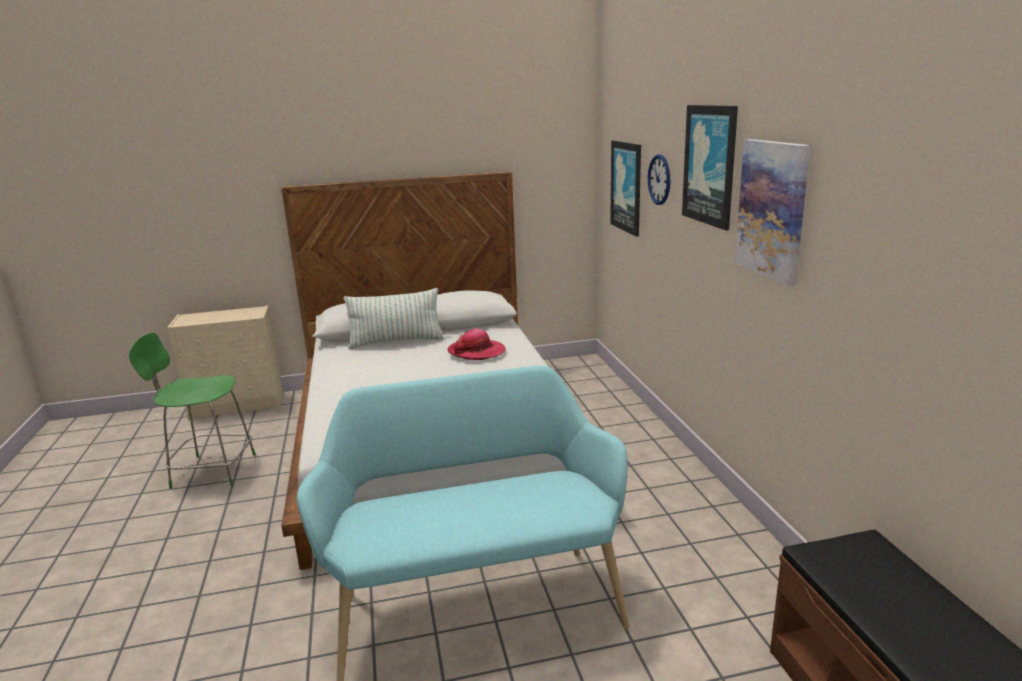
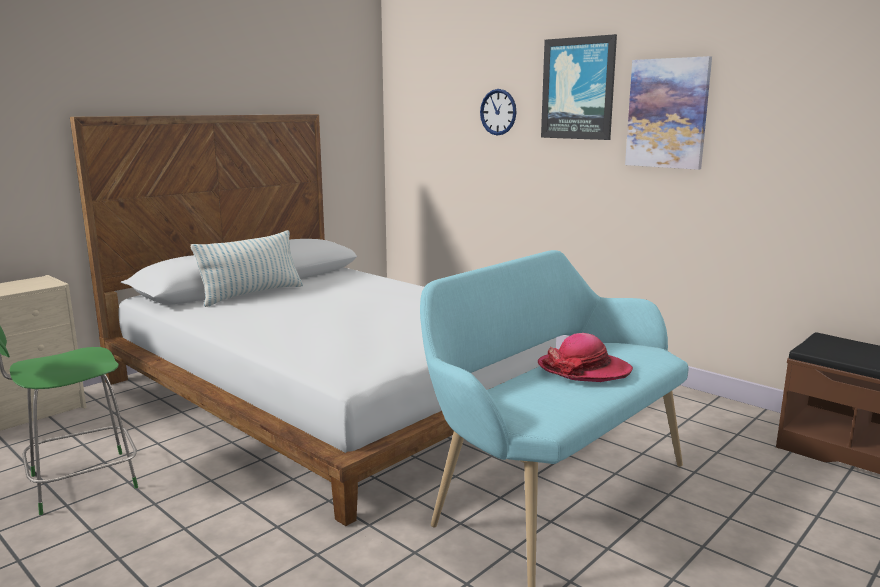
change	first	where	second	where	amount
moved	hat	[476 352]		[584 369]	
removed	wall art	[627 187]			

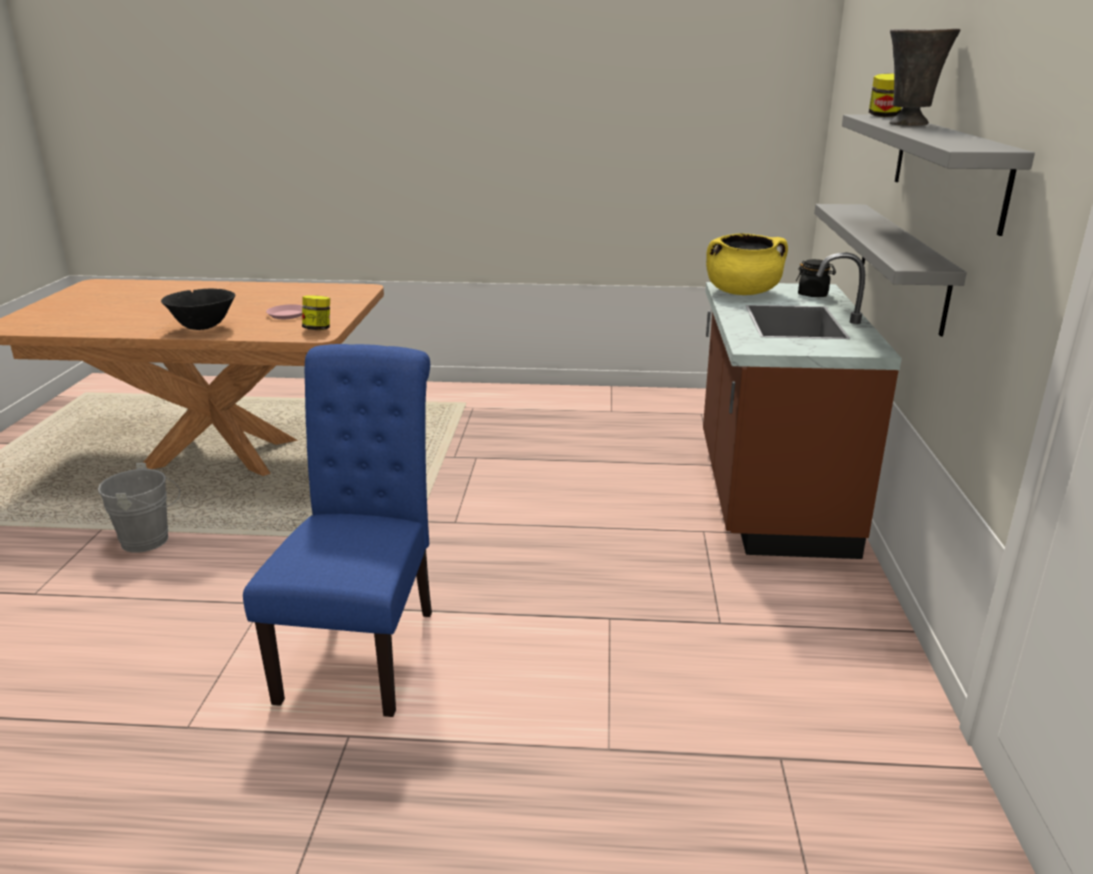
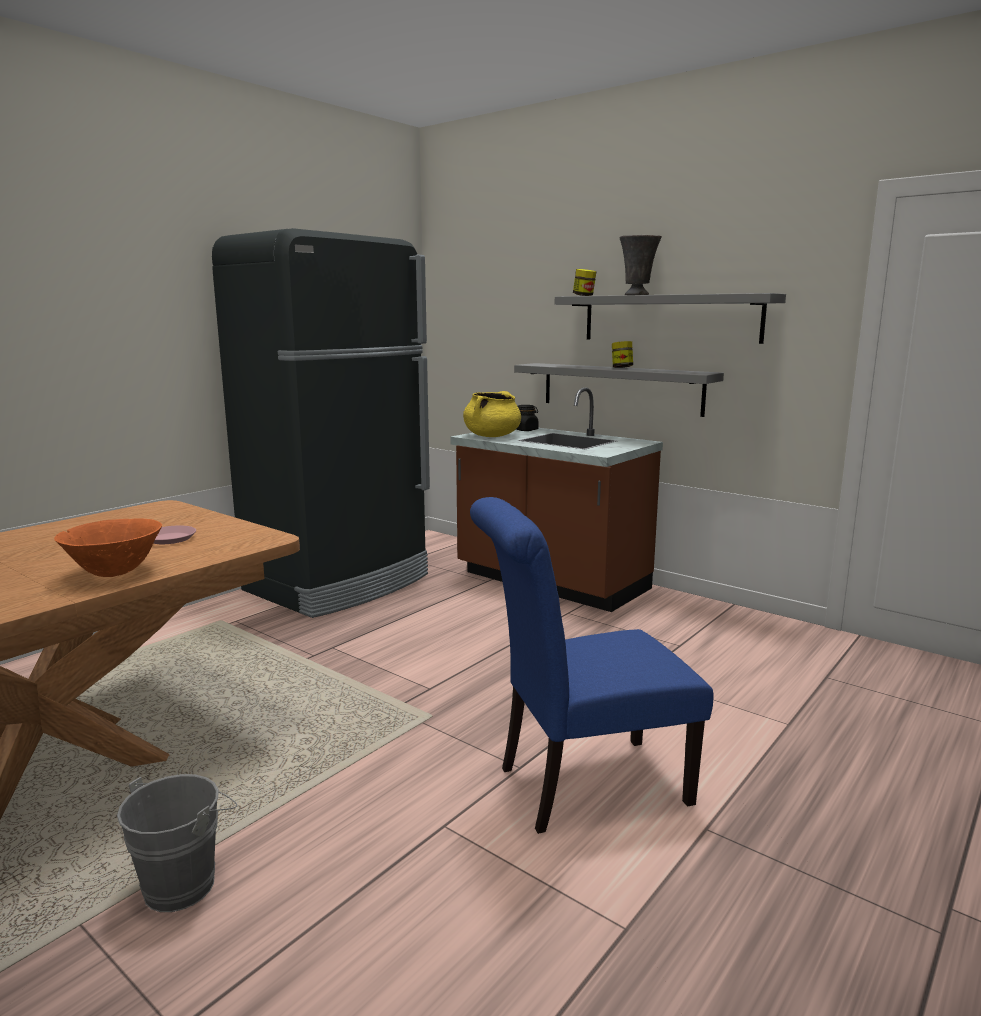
change	first	where	second	where	amount
recoloured	deep dish in black	[203 328]	deep dish in orange	[115 573]	
turned	chair in bluish	[364 647]		[581 786]	60 degrees counterclockwise
moved	preserve jar	[318 329]		[621 368]	
added			refrigerator in black	[340 583]	

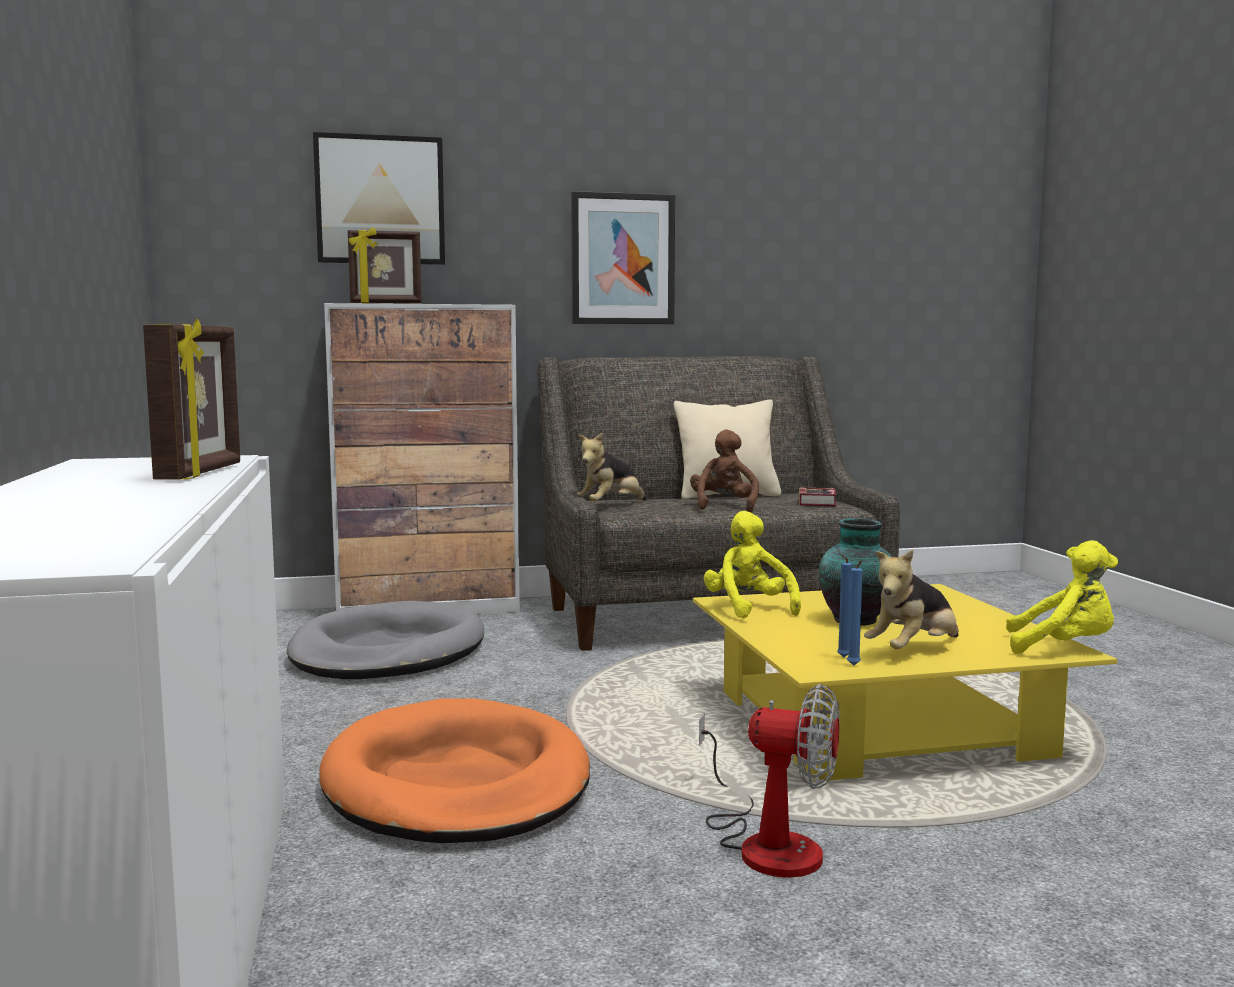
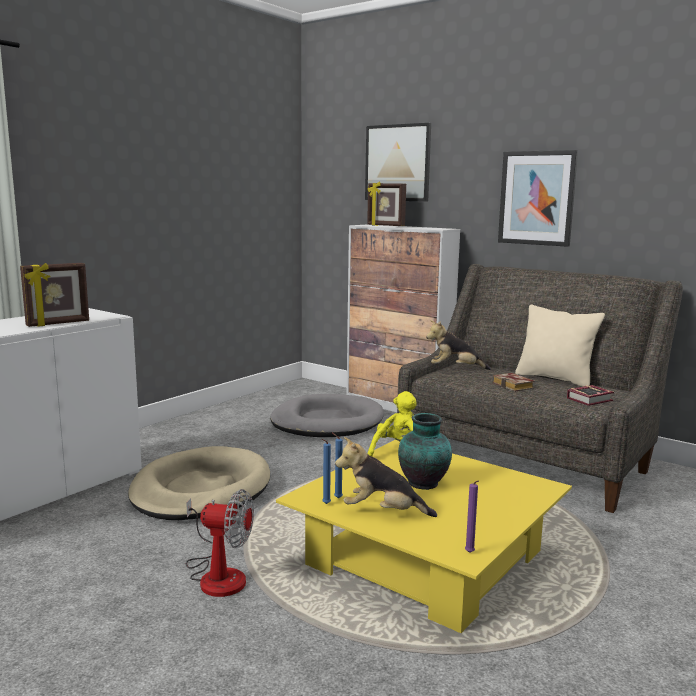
change	first	where	second	where	amount
recoloured	dog bed in orange	[456 783]	dog bed in sand-coloured	[201 490]	
replaced	soft toy in brown-coloured	[724 507]	book	[515 386]	
turned	electric fan	[767 842]		[217 574]	60 degrees counterclockwise
replaced	soft toy in yellowish	[1064 648]	candle in purple	[470 553]	

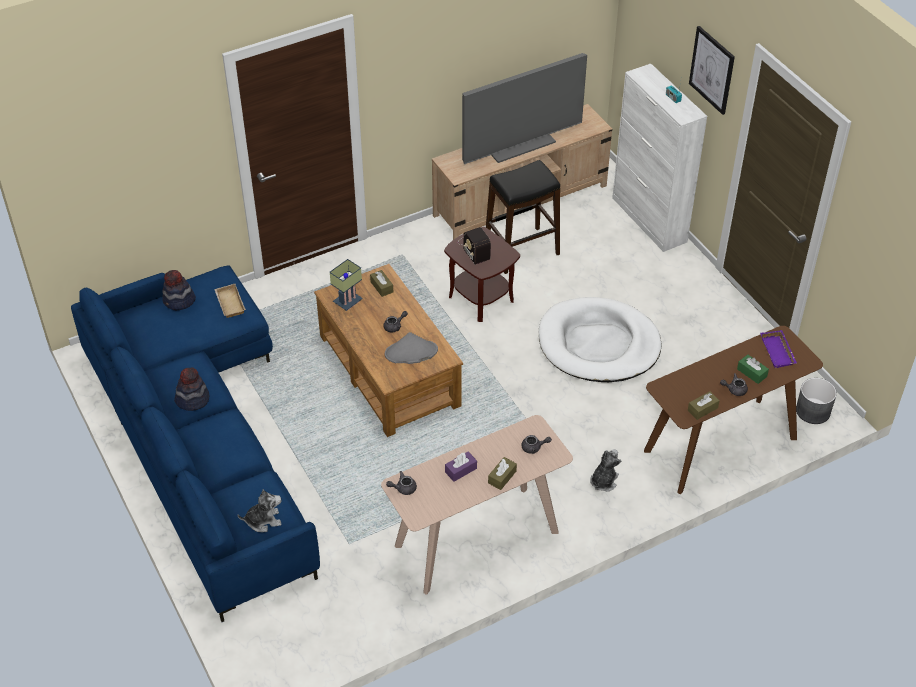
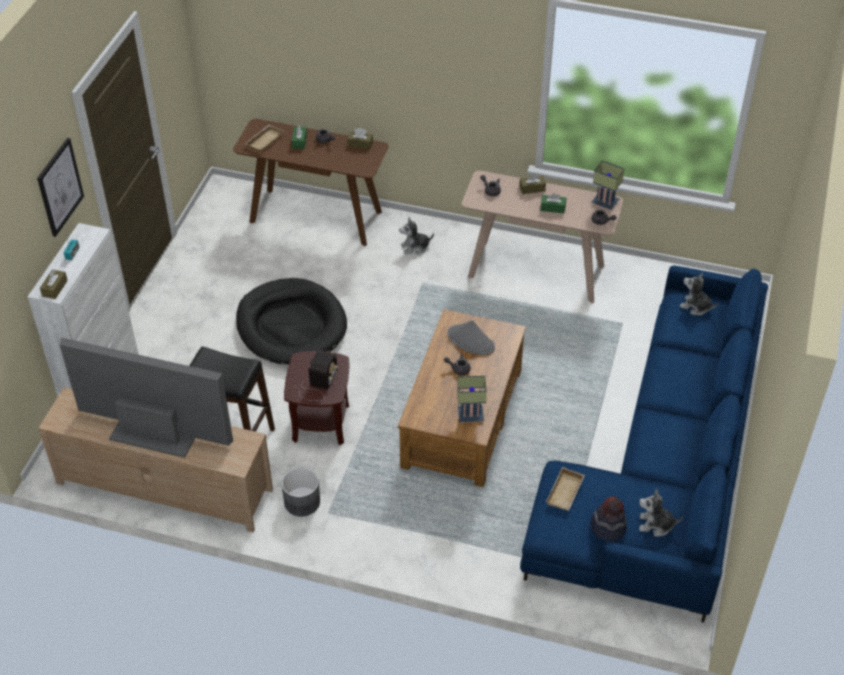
change	first	where	second	where	amount
removed	hat	[192 399]			
moved	box of tissues in brown-coloured	[381 287]		[55 288]	
recoloured	box of tissues in purple	[461 470]	box of tissues in greenish	[553 208]	
recoloured	dog bed in white-coloured	[598 344]	dog bed in black	[291 325]	
recoloured	serving tray in purple	[778 352]	serving tray in sand-coloured	[264 140]	
moved	flower pot in grey	[813 411]		[301 501]	
added			tabletop lamp	[603 203]	
added			soft toy	[656 525]	

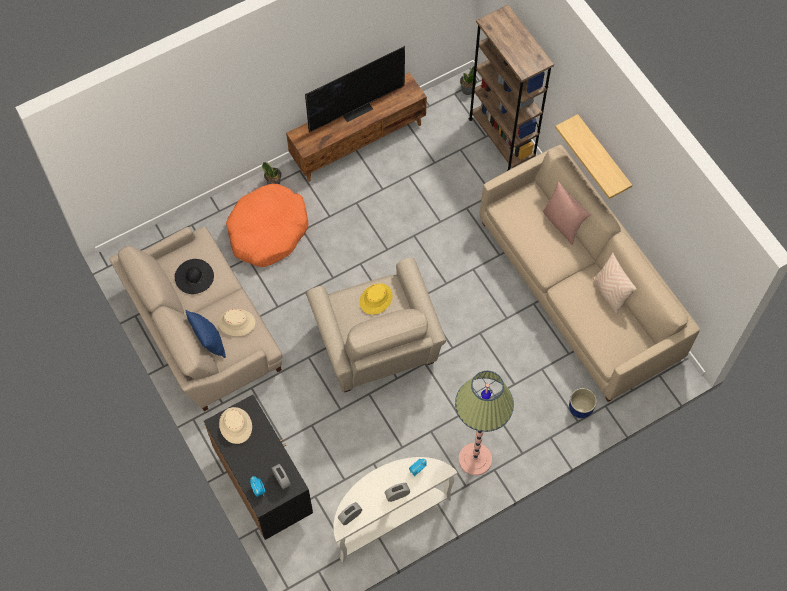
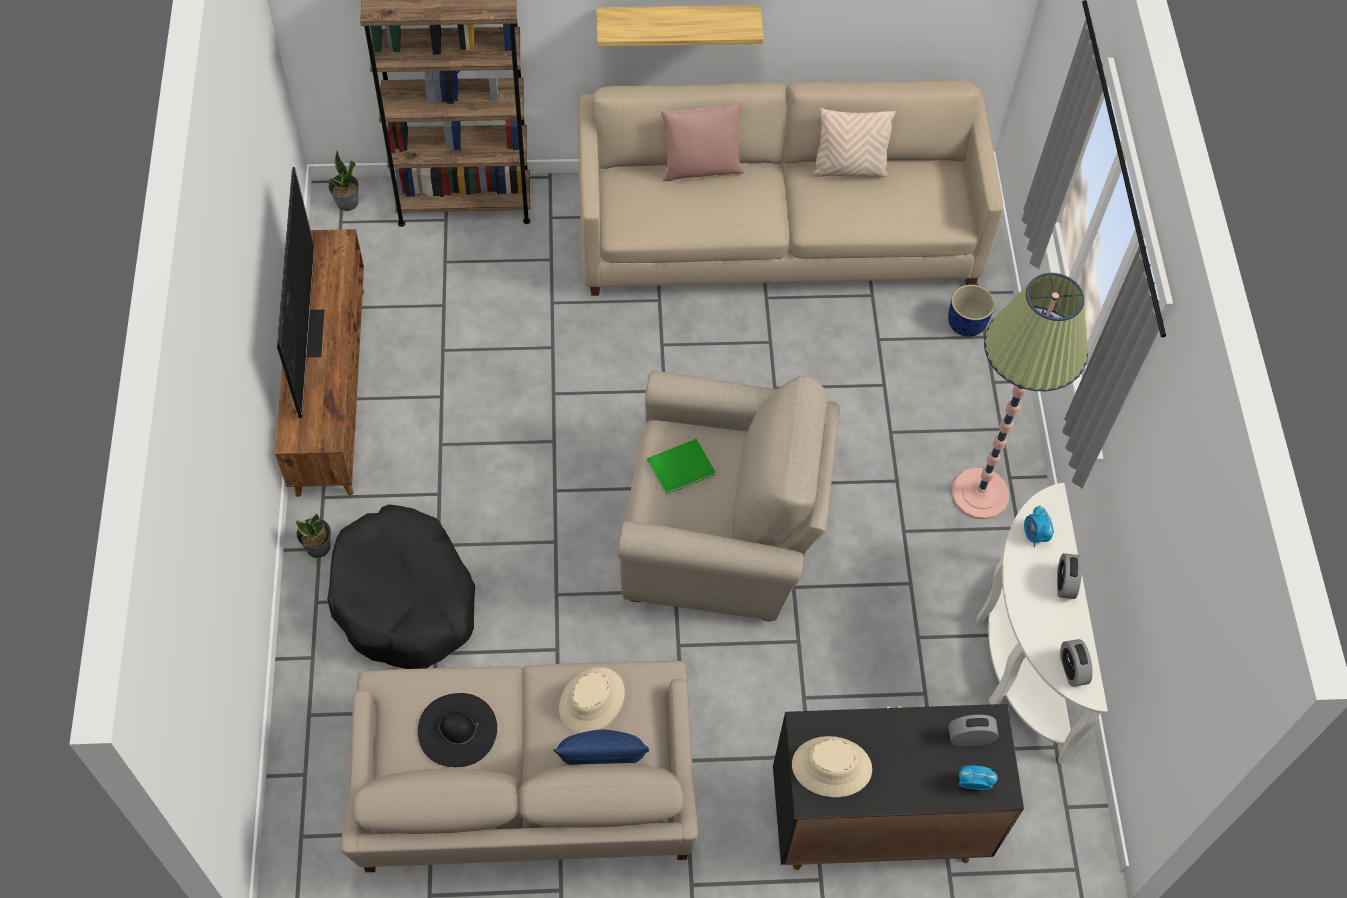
change	first	where	second	where	amount
recoloured	dog bed in orange	[268 231]	dog bed in black	[404 598]	
replaced	hat in yellowish	[376 299]	book in greenish	[678 467]	

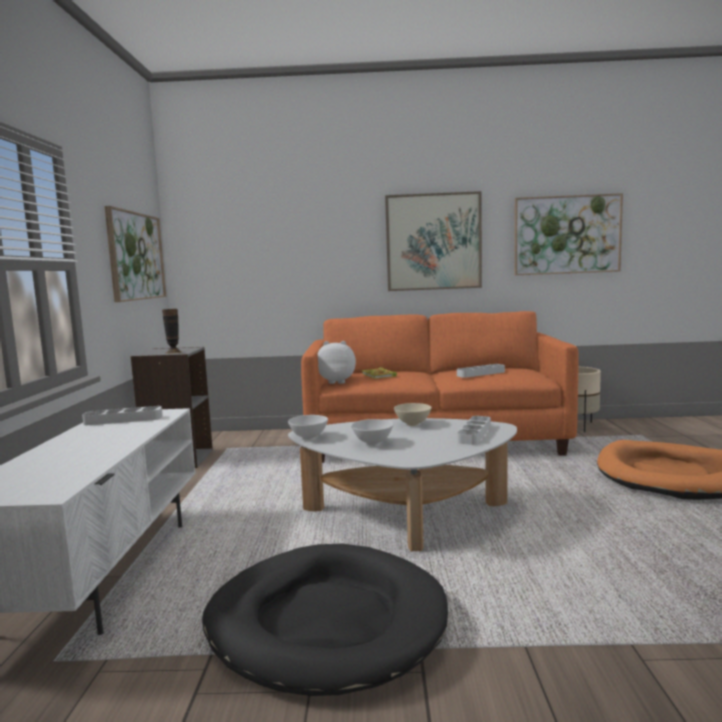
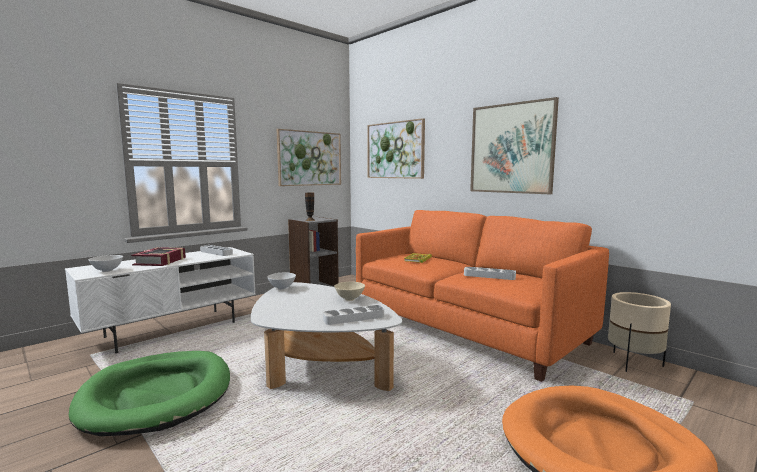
change	first	where	second	where	amount
recoloured	dog bed in black	[326 622]	dog bed in greenish	[157 395]	
removed	soft toy	[338 382]			
moved	deep dish in white-coloured	[373 443]		[107 271]	
moved	wall art	[566 235]		[395 150]	
added			book	[160 261]	

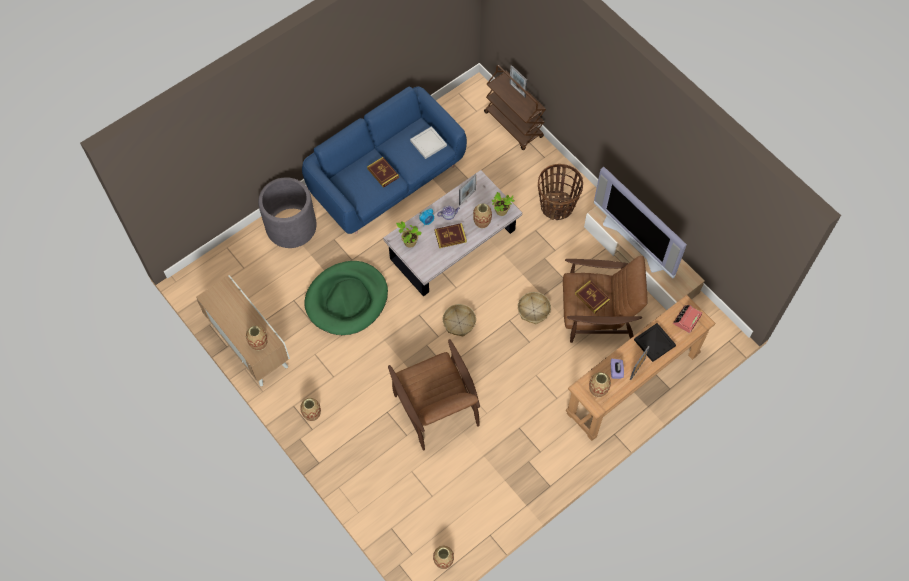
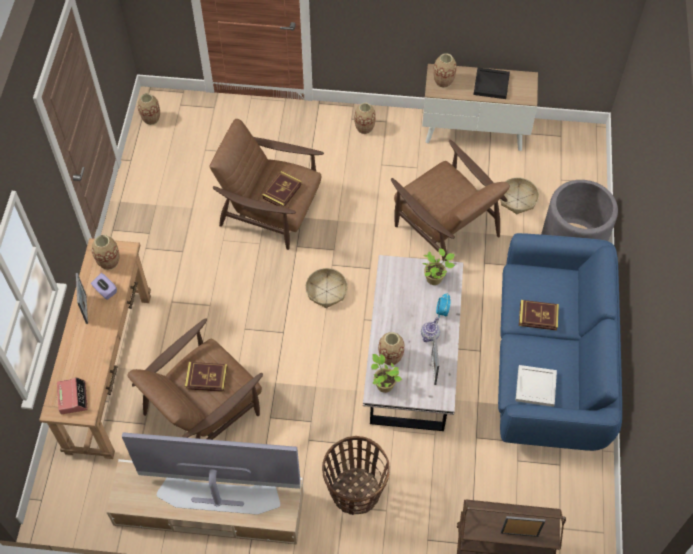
change	first	where	second	where	amount
replaced	dog bed in greenish	[347 300]	easy chair in brown-coloured	[445 228]	
moved	book	[450 236]		[282 191]	
moved	storage basket	[534 310]		[517 199]	
moved	serving tray in black	[654 342]		[491 85]	

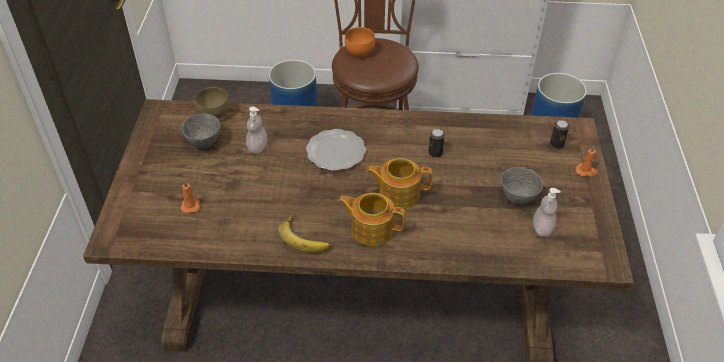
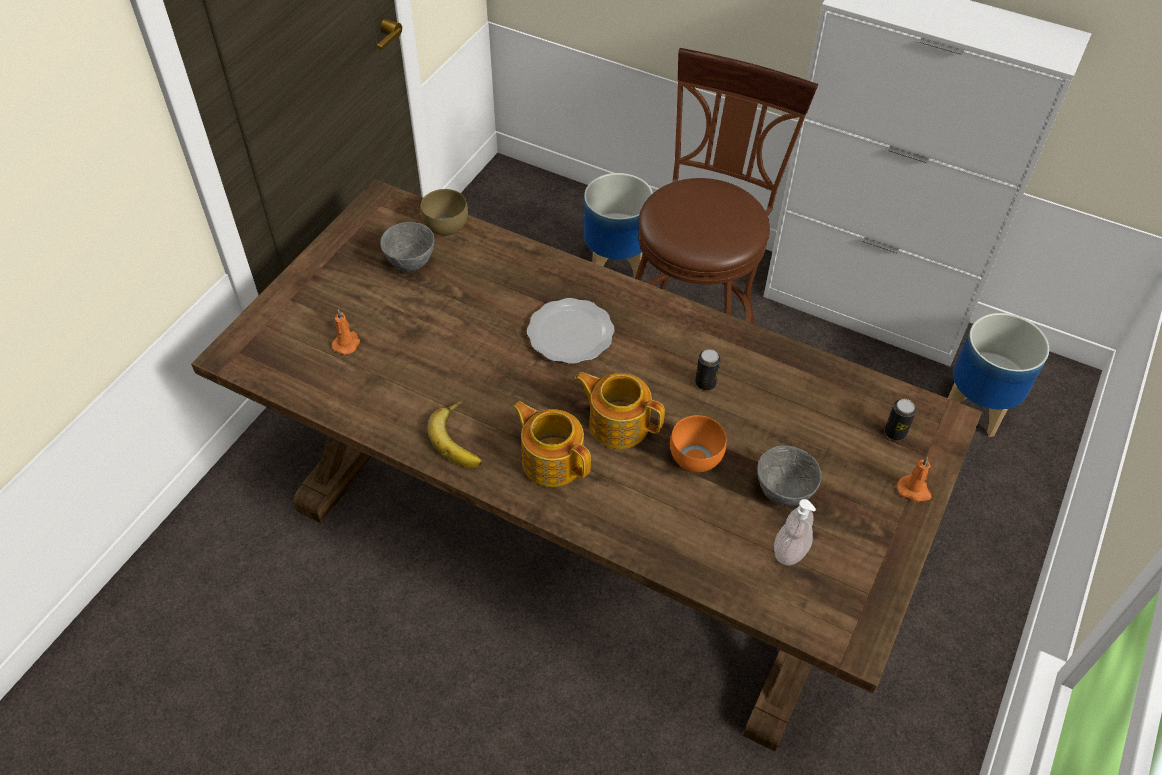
change	first	where	second	where	amount
removed	soap bottle	[257 147]			
moved	deep dish in orange	[360 52]		[697 460]	

